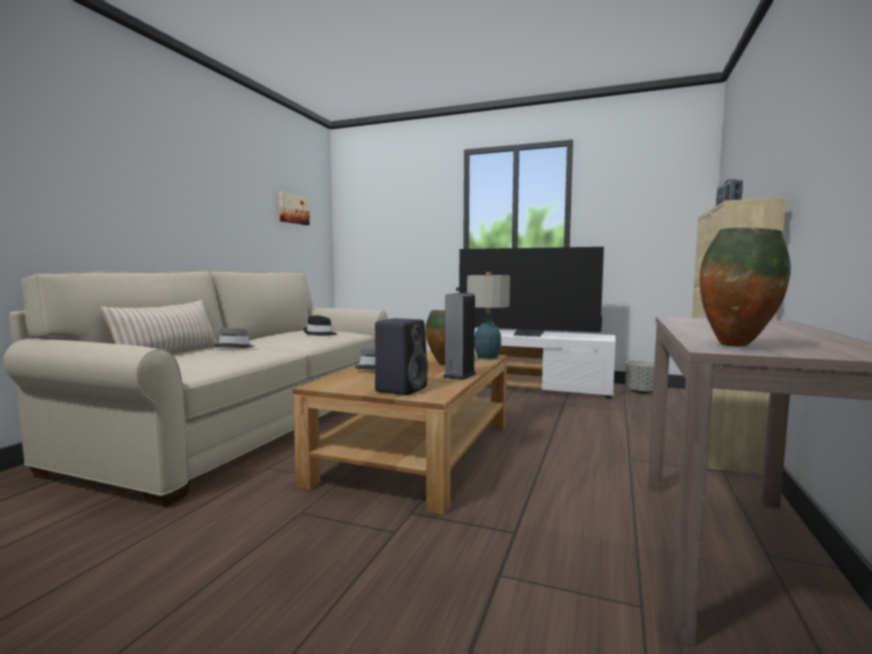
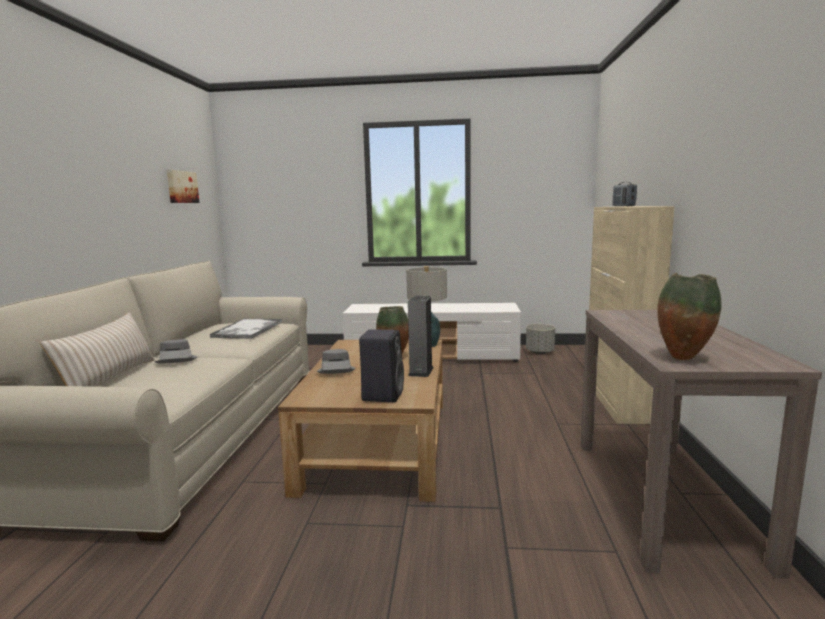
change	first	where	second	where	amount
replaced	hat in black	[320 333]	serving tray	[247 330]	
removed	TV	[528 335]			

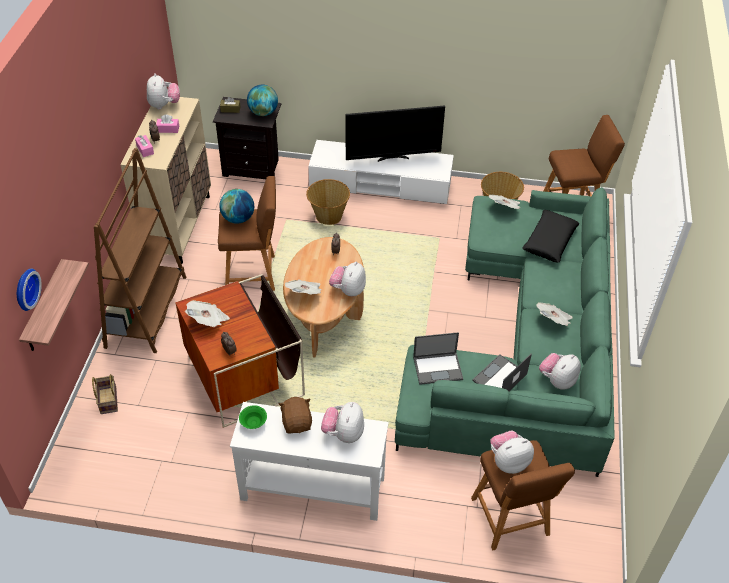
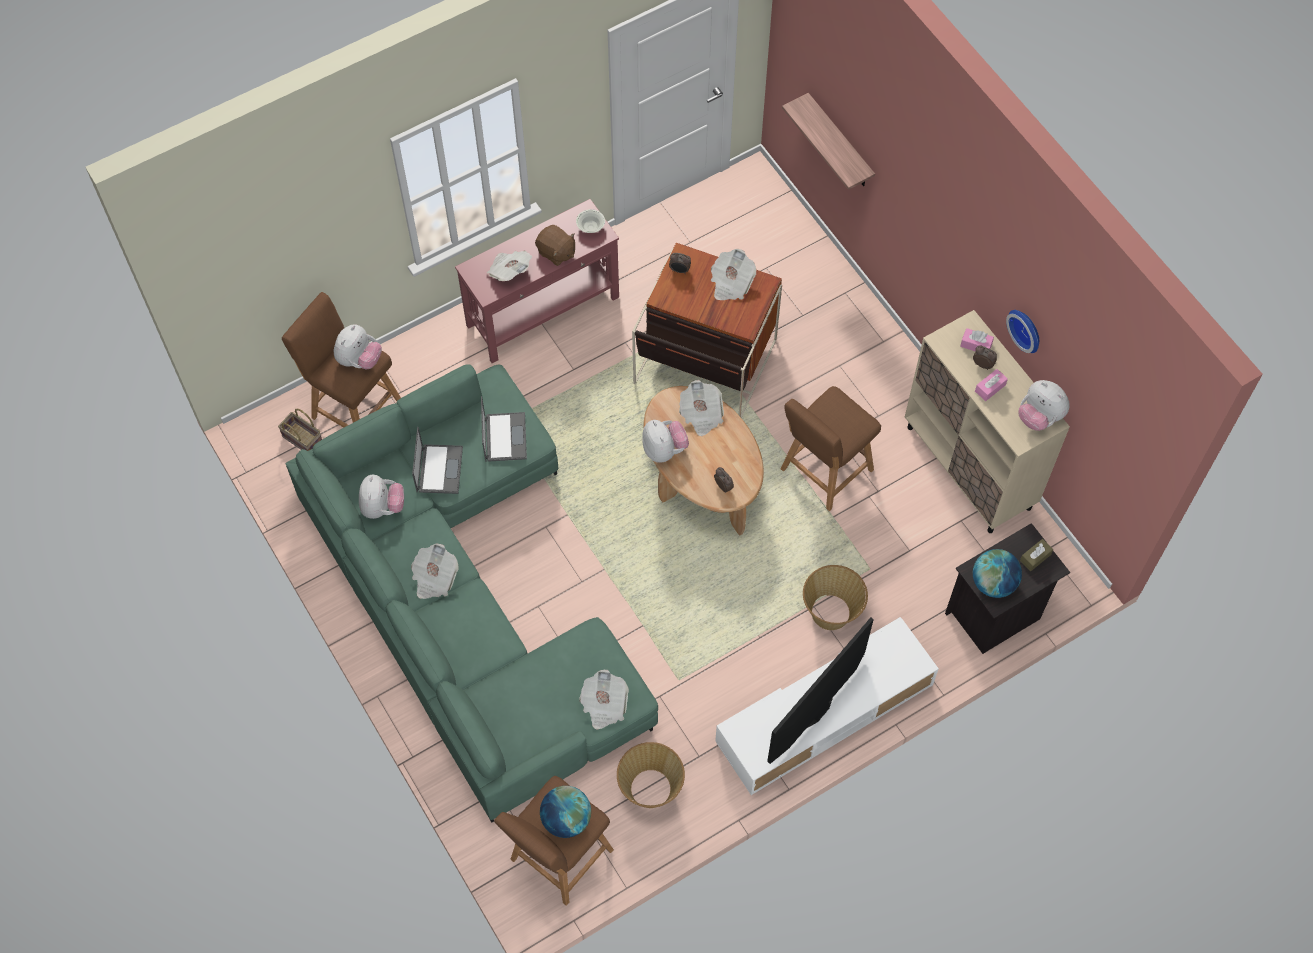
change	first	where	second	where	amount
moved	hanging clock	[25 289]		[1026 329]	
moved	storage basket	[107 400]		[304 439]	
removed	shelving unit in brown-coloured	[146 311]			
moved	globe	[238 218]		[566 819]	
recoloured	narrow table in white-coloured	[312 488]	narrow table in red-coloured	[544 311]	
recoloured	deep dish in greenish	[253 423]	deep dish in white-coloured	[590 227]	
replaced	soft toy	[343 433]	printed paper	[510 271]	
turned	portable computer	[438 368]		[504 436]	135 degrees clockwise
removed	pillow in black	[549 241]			

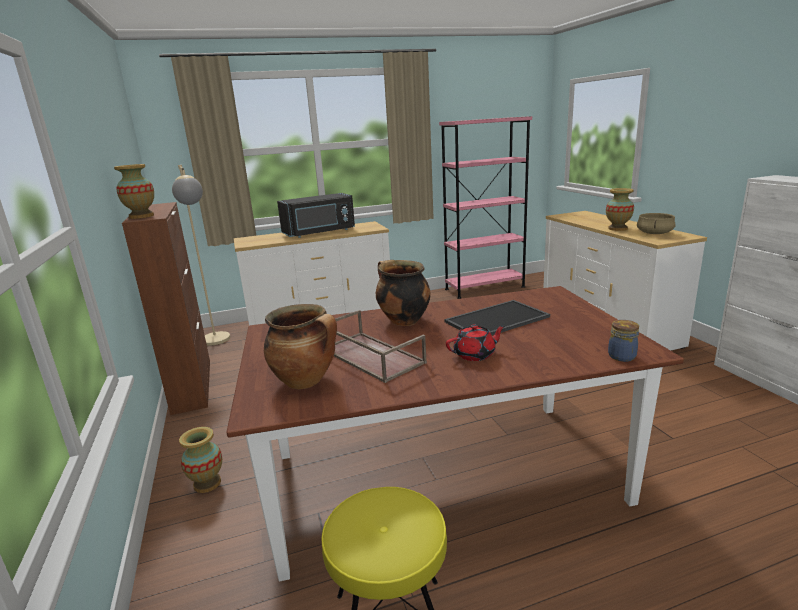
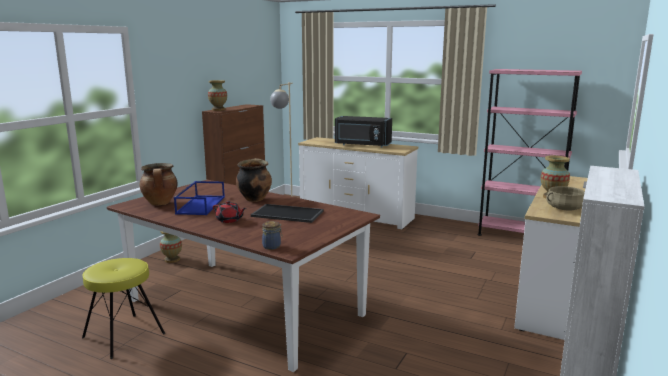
change	first	where	second	where	amount
recoloured	serving tray in brown-coloured	[370 356]	serving tray in bluish	[200 205]	

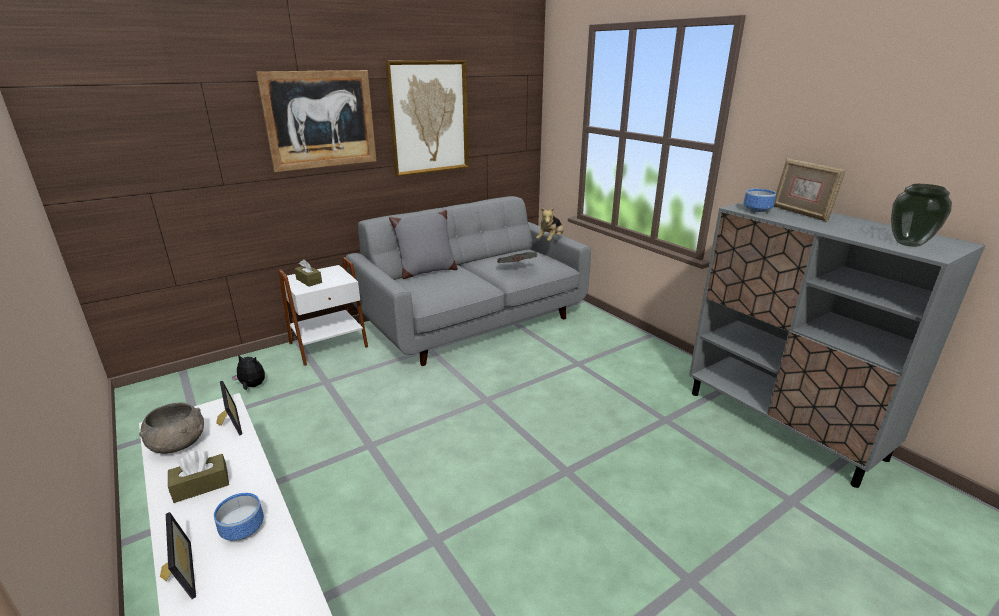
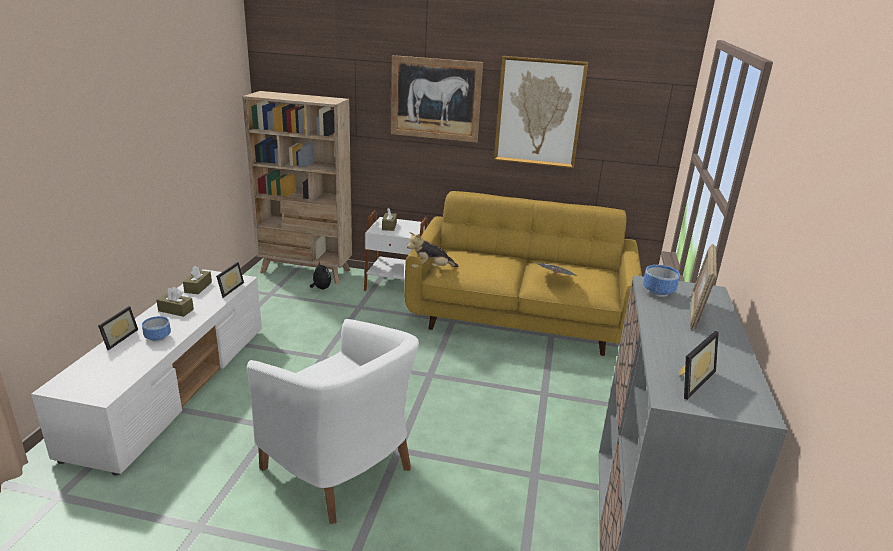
change	first	where	second	where	amount
replaced	deep dish in grey	[178 444]	box of tissues in brown-coloured	[198 287]	
recoloured	couch in grey	[473 321]	couch in yellowish	[520 317]	
removed	pillow in grey	[426 271]			
moved	soft toy	[550 240]		[430 269]	
replaced	flower vase	[907 243]	photo frame	[689 380]	
added			shelving unit in sand-coloured	[306 271]	
added			easy chair in white-coloured	[340 469]	

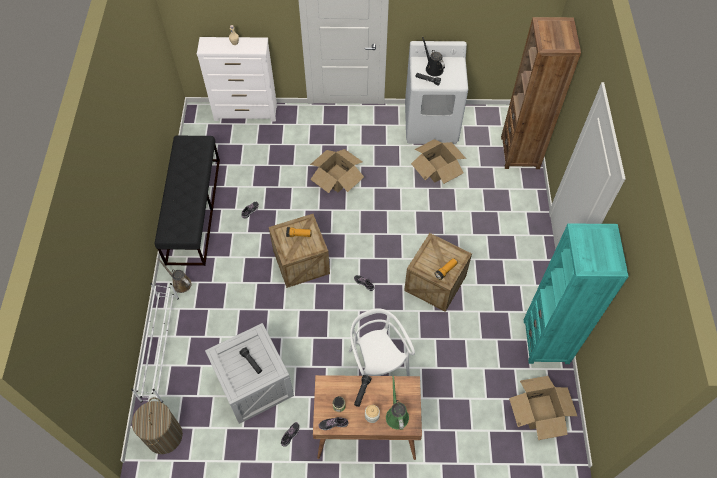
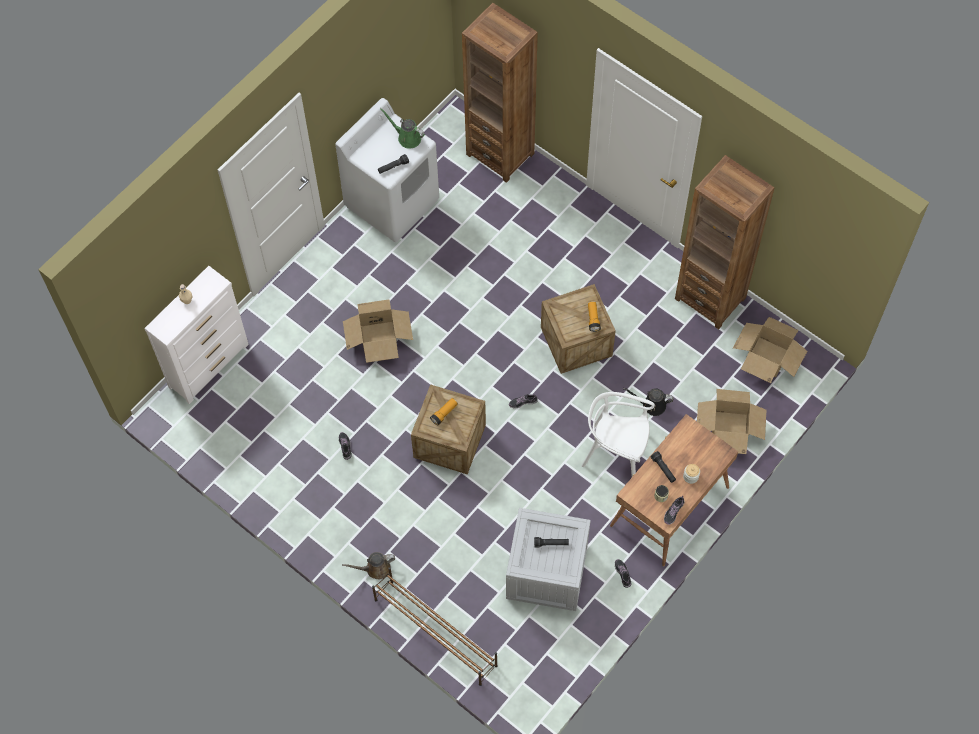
change	first	where	second	where	amount
recoloured	shoe rack in white-coloured	[160 347]	shoe rack in brown-coloured	[435 632]	
removed	washing basket	[164 436]			
removed	bench in black	[193 210]			
moved	watering can in greenish	[396 415]		[407 137]	
moved	packing box	[437 168]		[729 428]	
moved	watering can in black	[433 68]		[651 405]	
recoloured	shelving unit in turquoise-coloured	[546 341]	shelving unit in brown-coloured	[710 298]	

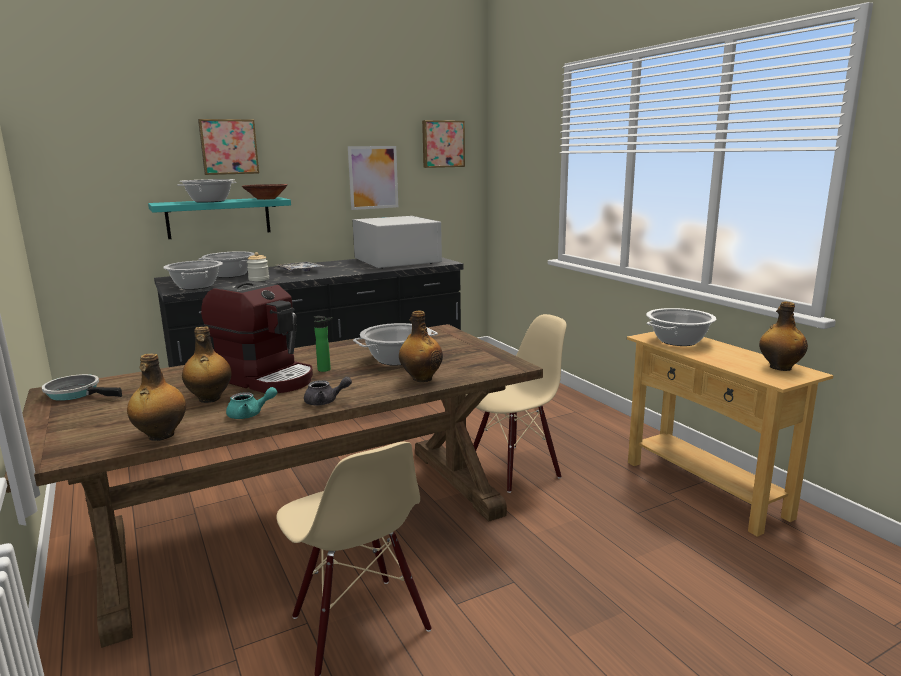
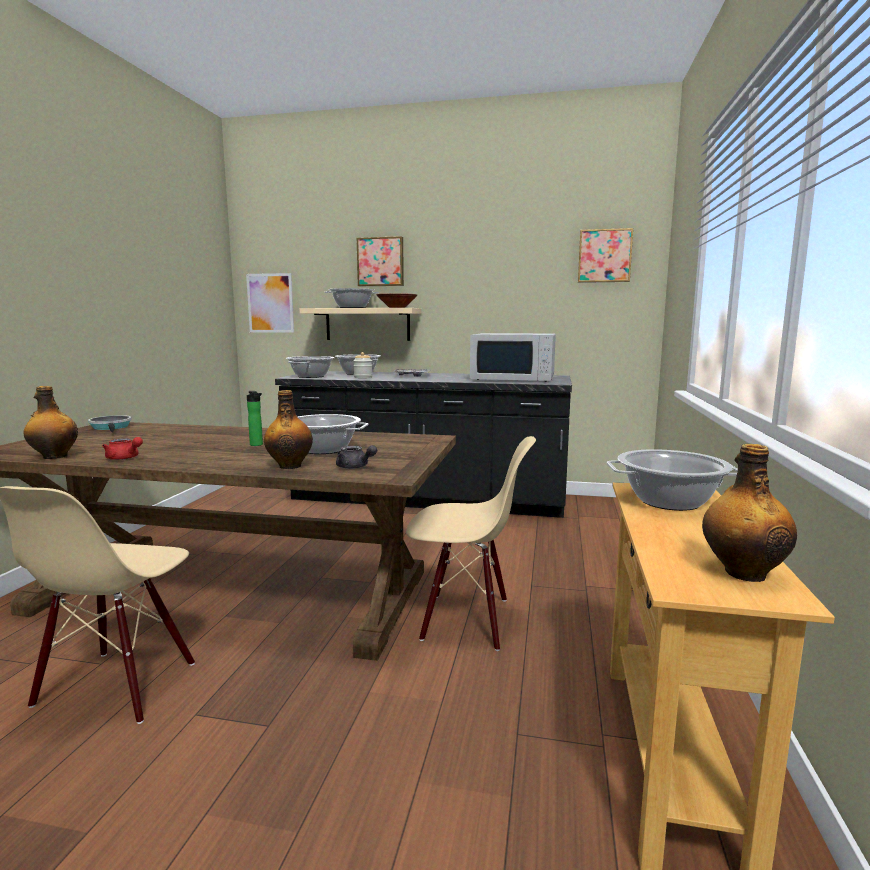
change	first	where	second	where	amount
recoloured	wall shelf in turquoise-coloured	[219 217]	wall shelf in sand-coloured	[367 324]	
removed	beverage bottle	[209 399]			
removed	coffee brewer	[265 378]			
recoloured	pot for tea in turquoise-coloured	[250 414]	pot for tea in red-coloured	[124 458]	
moved	pot for tea in grey	[325 401]		[355 467]	
moved	wall art	[373 177]		[270 303]	
turned	microwave oven in white-coloured	[397 261]		[514 378]	90 degrees clockwise

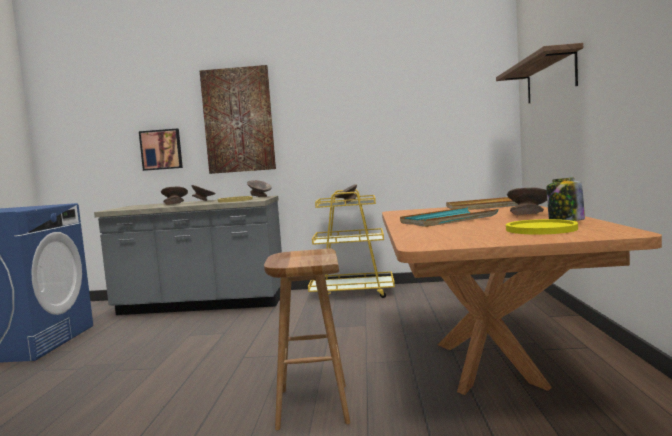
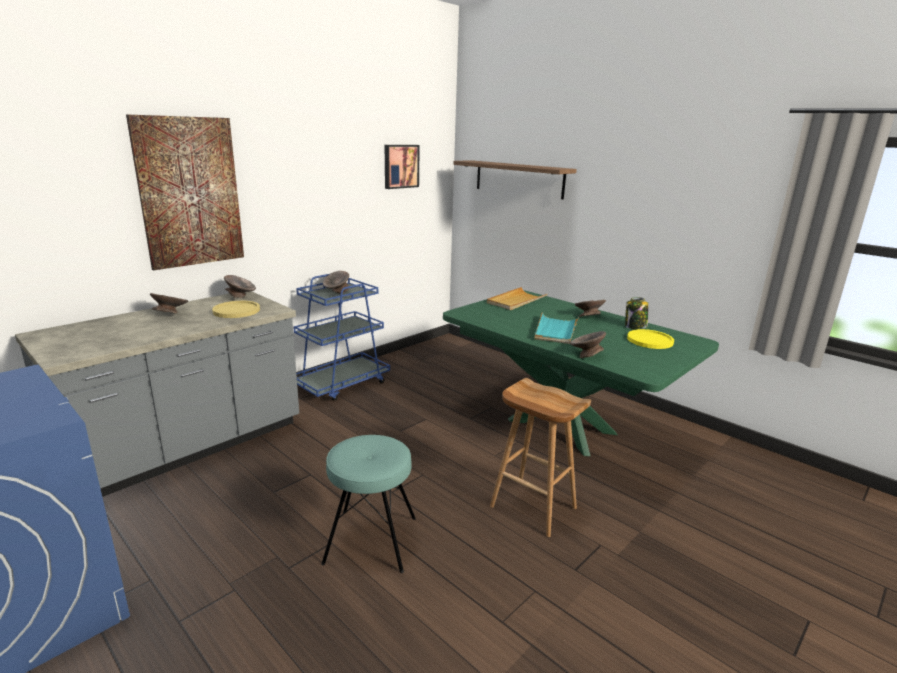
change	first	where	second	where	amount
moved	wall art	[161 149]		[400 166]	
moved	deep dish in grey	[175 204]		[586 355]	
recoloured	wheeled cart in yellowish	[352 293]	wheeled cart in bluish	[342 384]	
recoloured	dinner table in brown-coloured	[487 364]	dinner table in greenish	[562 427]	
added			stool in turquoise-coloured	[371 540]	

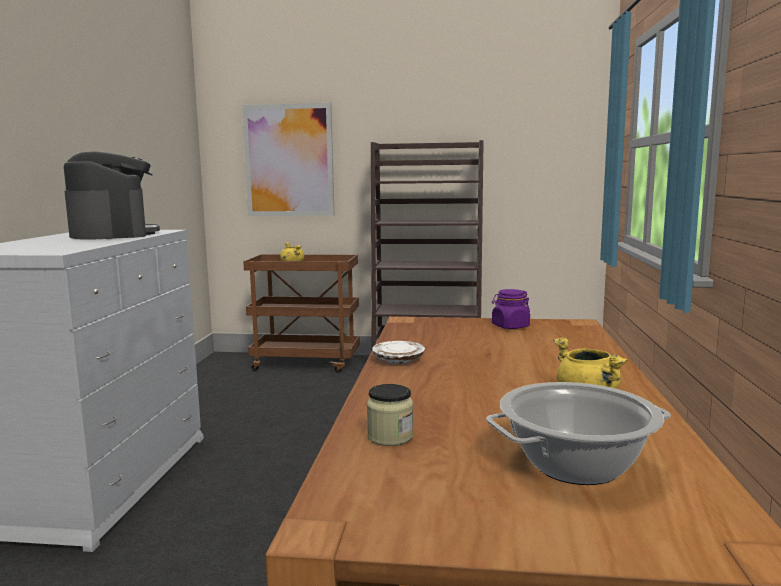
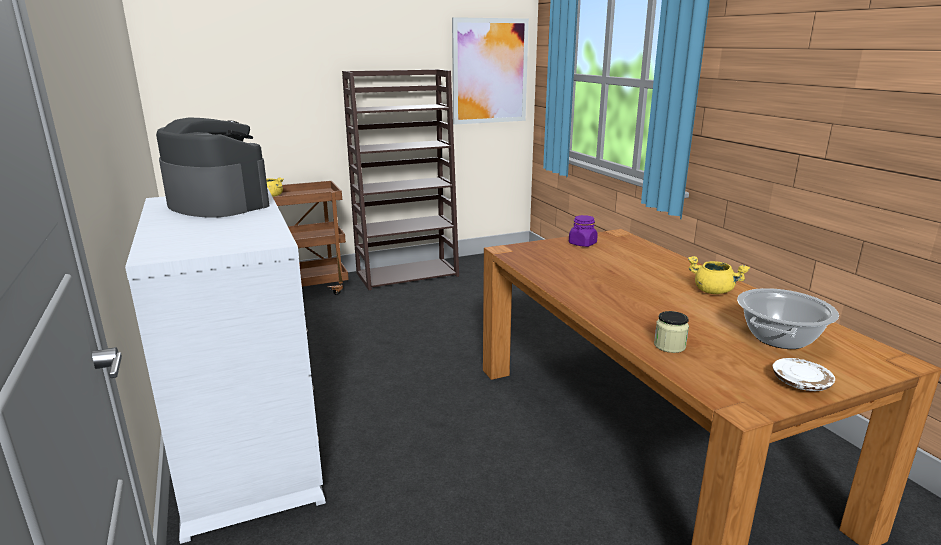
change	first	where	second	where	amount
moved	wall art	[289 160]		[489 71]	
moved	dinner plate in white-coloured	[399 360]		[801 383]	

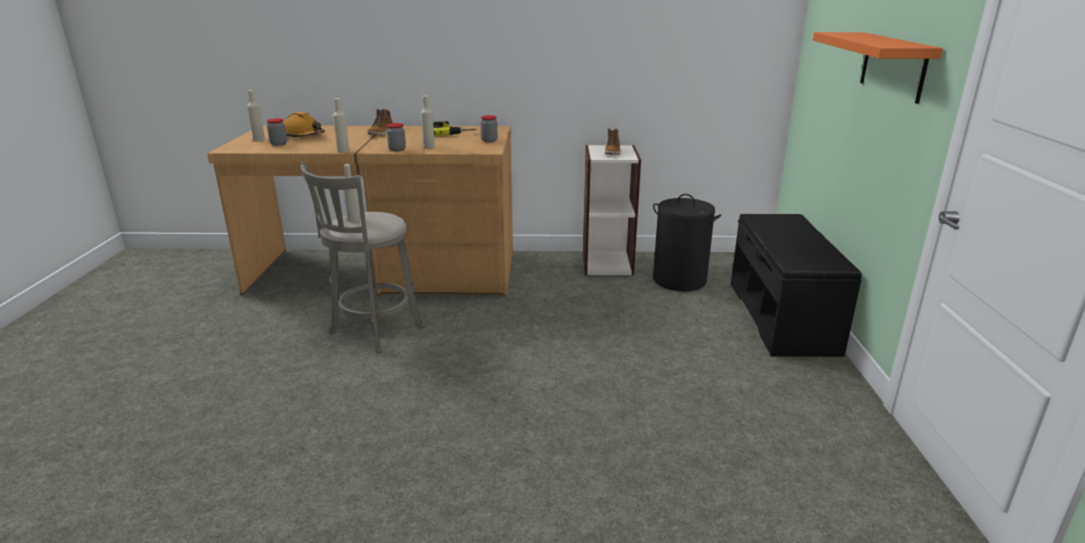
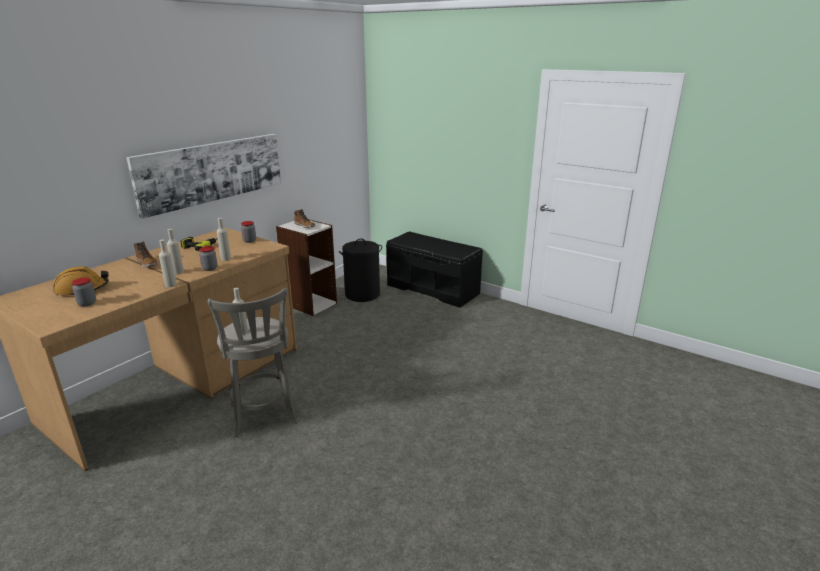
change	first	where	second	where	amount
moved	beverage bottle in sand-coloured	[259 139]		[178 272]	
removed	wall shelf in orange	[893 66]			
added			wall art	[212 172]	

